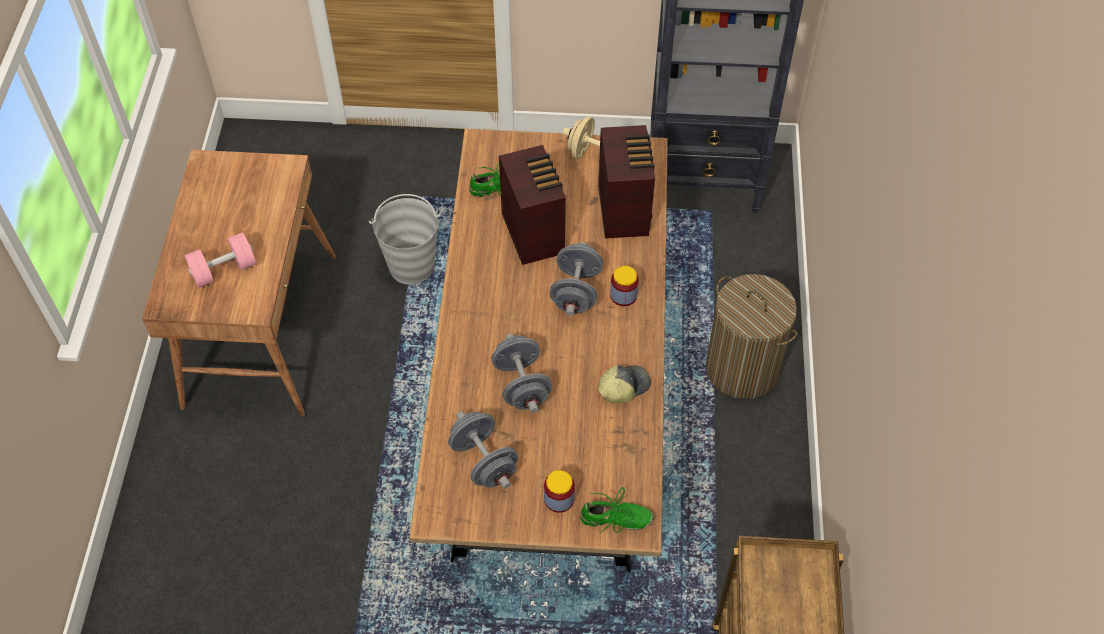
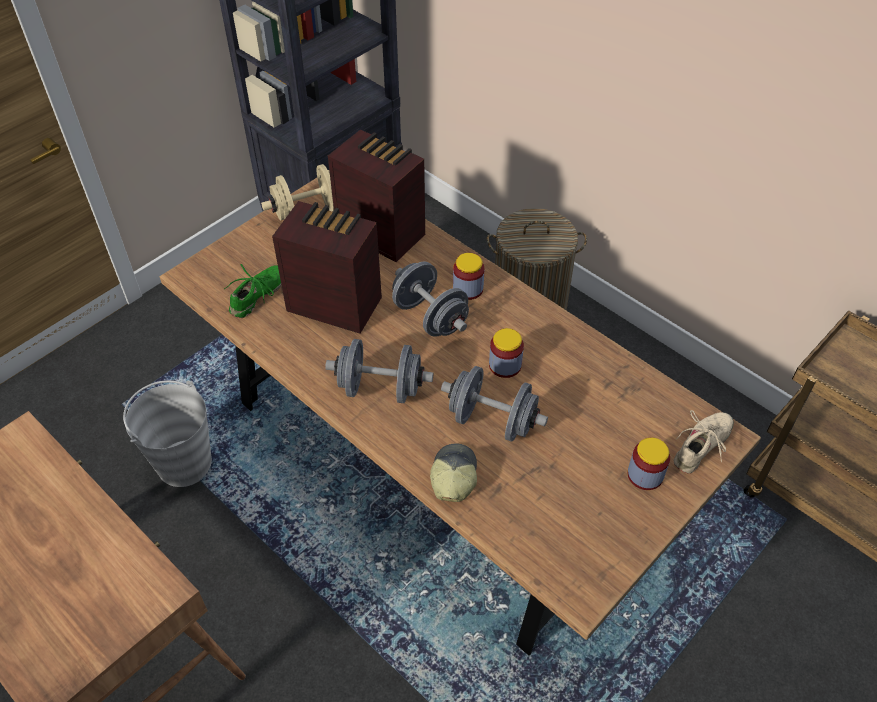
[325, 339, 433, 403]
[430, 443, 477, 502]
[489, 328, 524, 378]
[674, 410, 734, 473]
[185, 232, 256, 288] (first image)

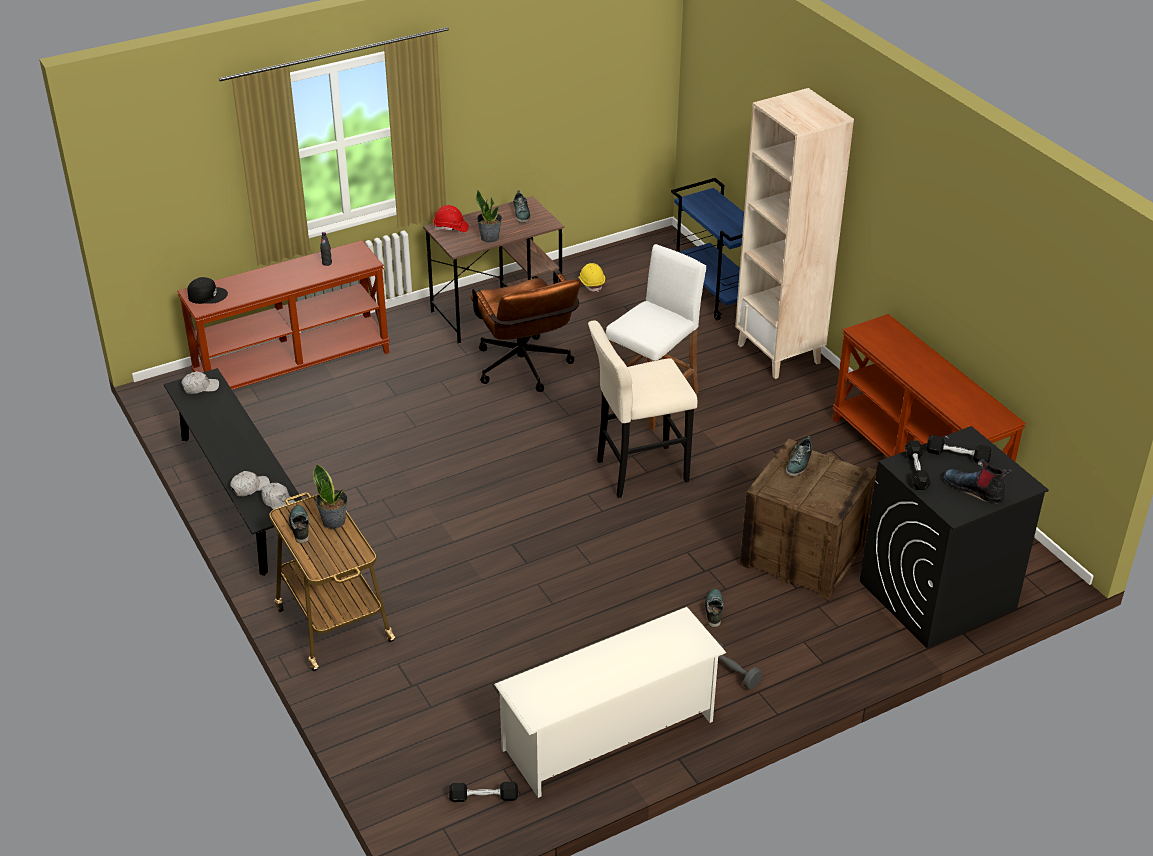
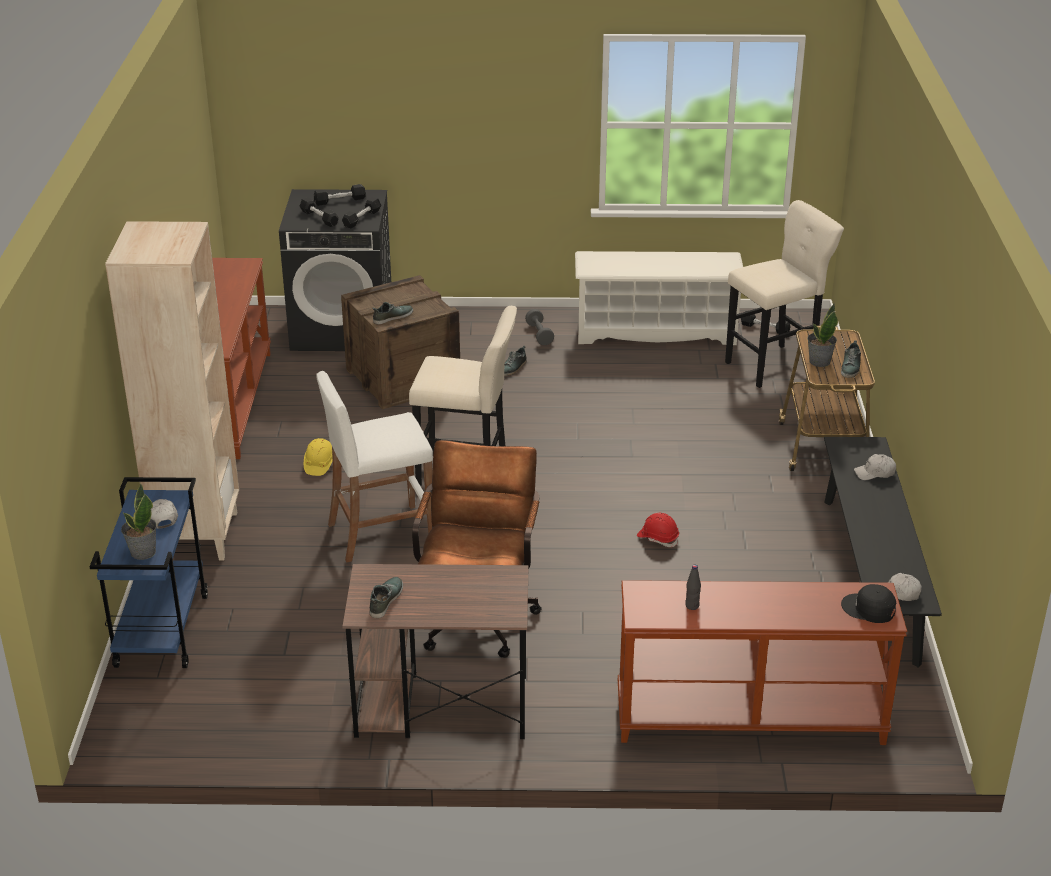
[121, 484, 157, 560]
[151, 499, 178, 529]
[304, 438, 333, 476]
[314, 184, 366, 206]
[637, 513, 679, 547]
[725, 200, 844, 388]

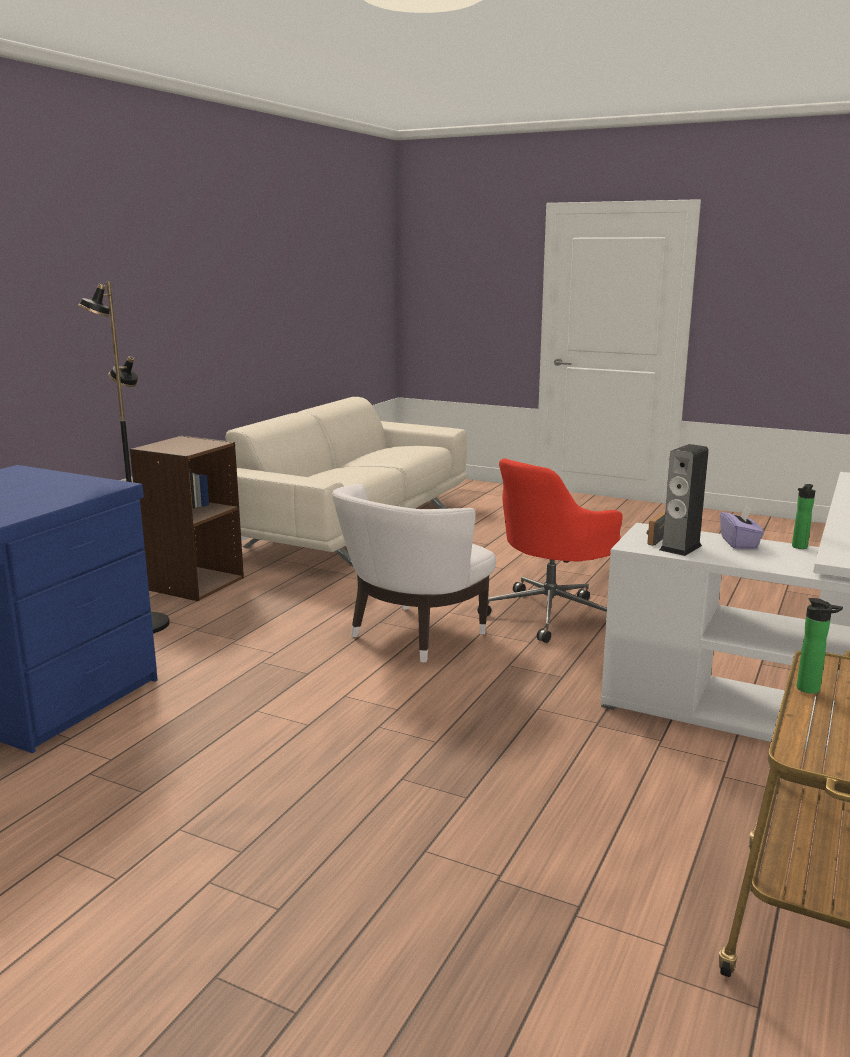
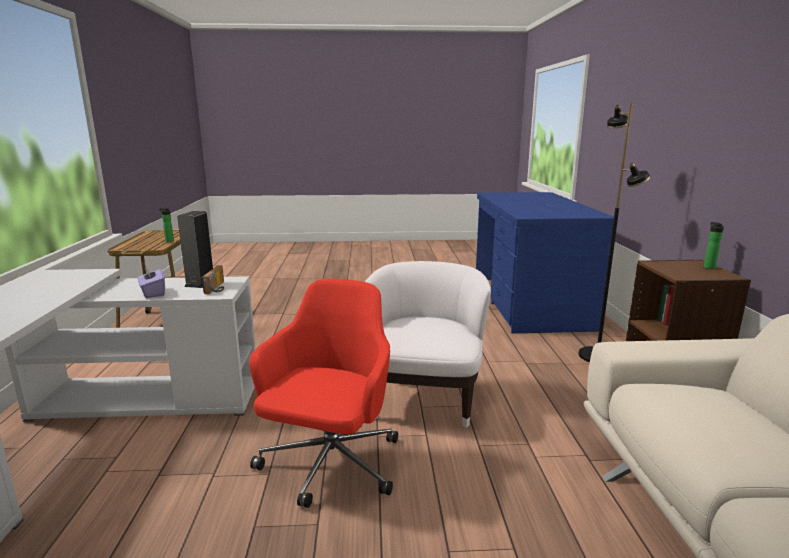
[703, 222, 724, 269]

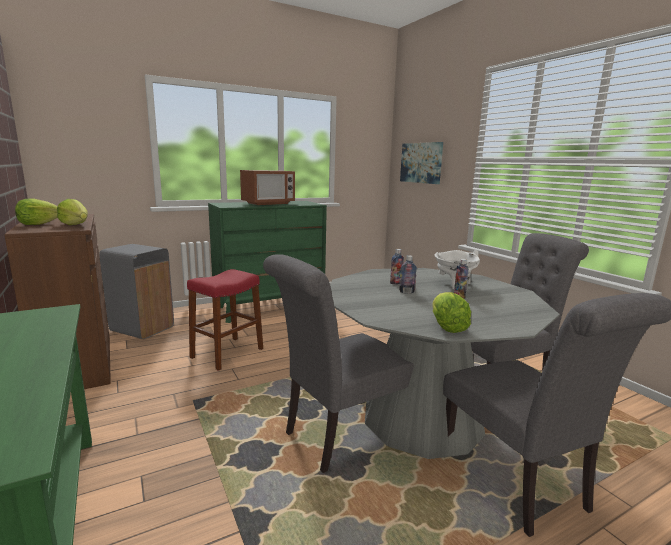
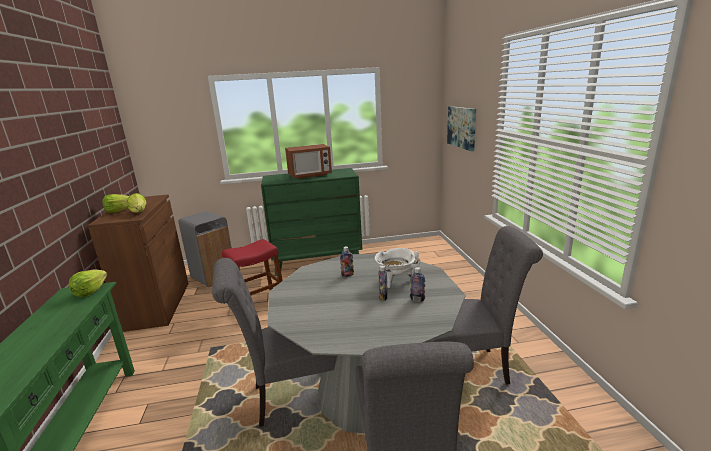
[69, 269, 107, 297]
[410, 267, 425, 302]

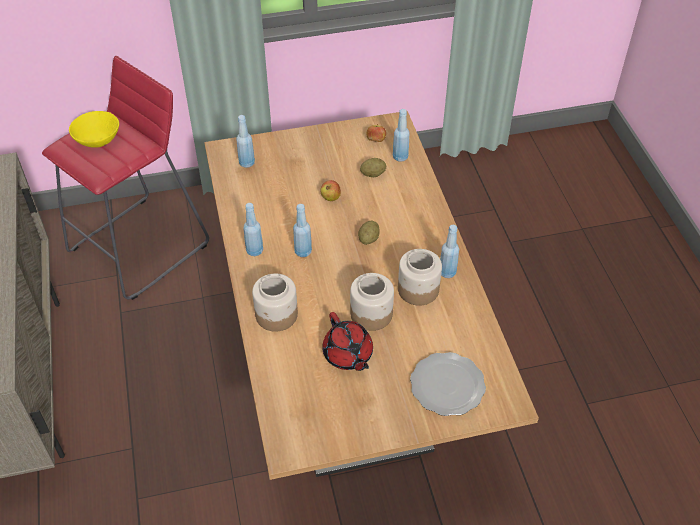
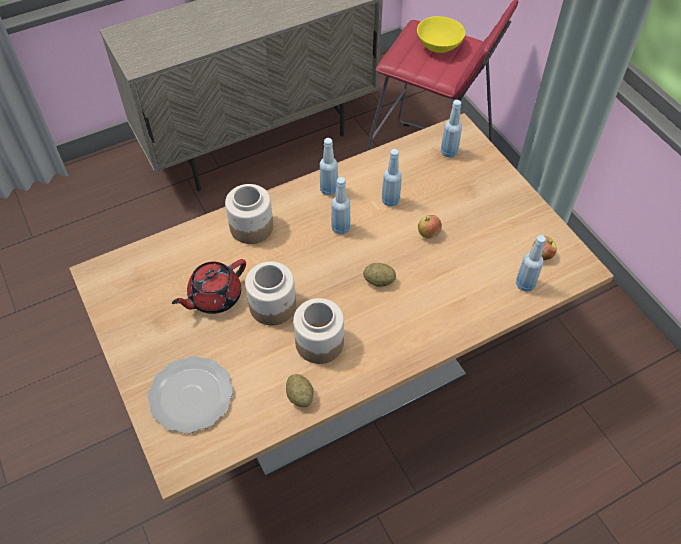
[286, 374, 314, 407]
[382, 149, 402, 207]

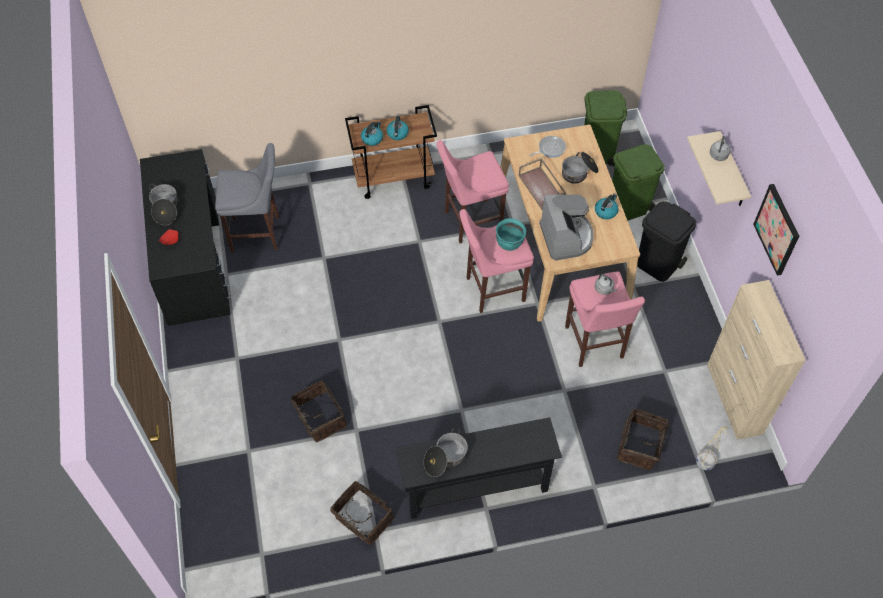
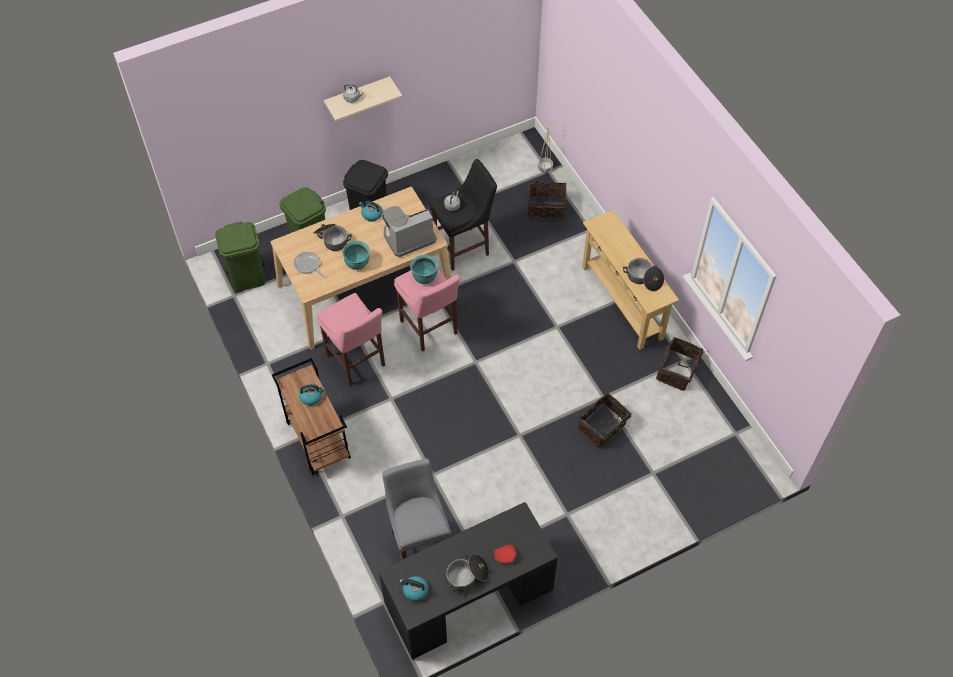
[342, 241, 370, 270]
[399, 576, 428, 601]
[429, 159, 497, 271]
[582, 210, 679, 350]
[707, 280, 806, 440] (first image)
[753, 184, 799, 276] (first image)

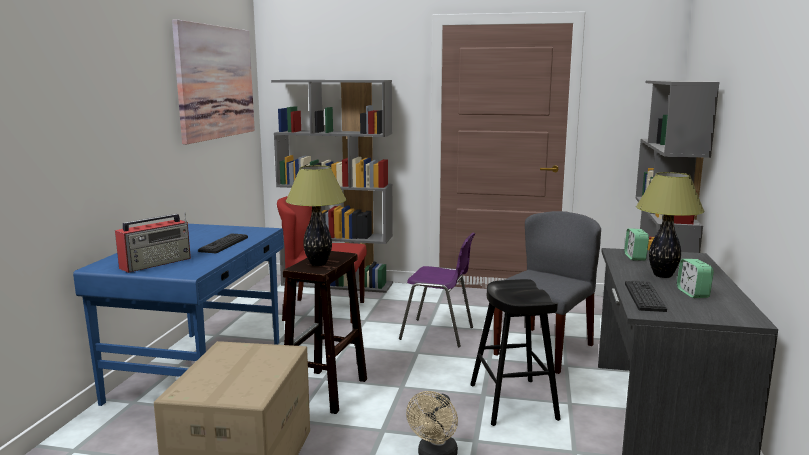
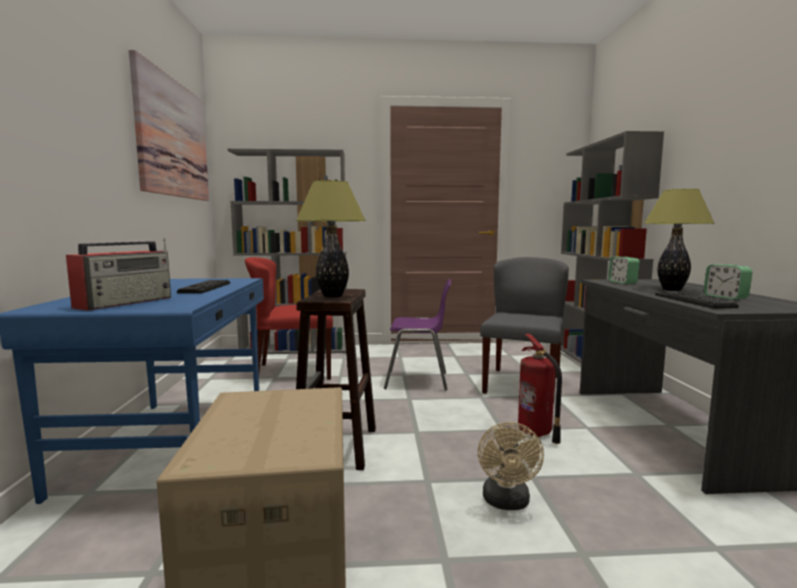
[518, 334, 562, 444]

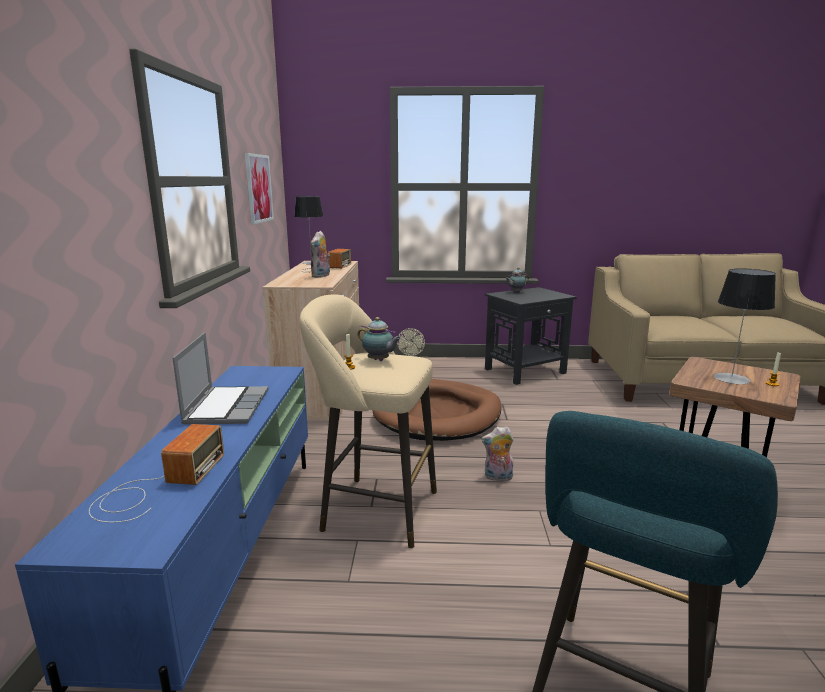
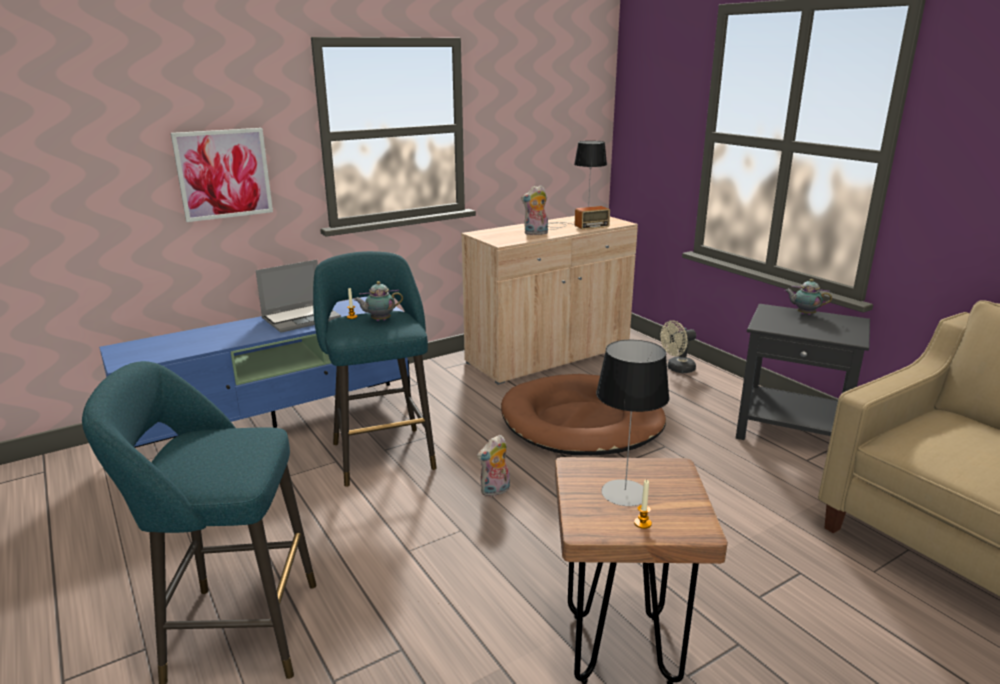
[171, 128, 273, 222]
[313, 251, 437, 487]
[354, 281, 403, 321]
[477, 435, 510, 497]
[89, 424, 224, 523] (first image)

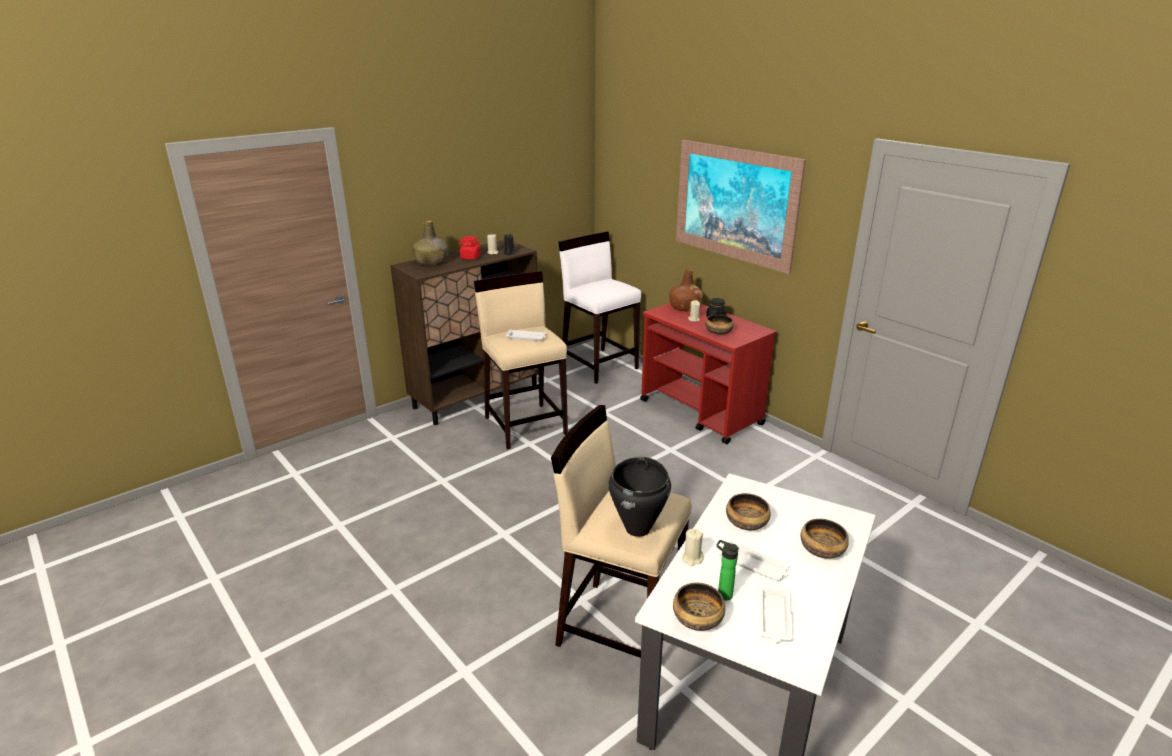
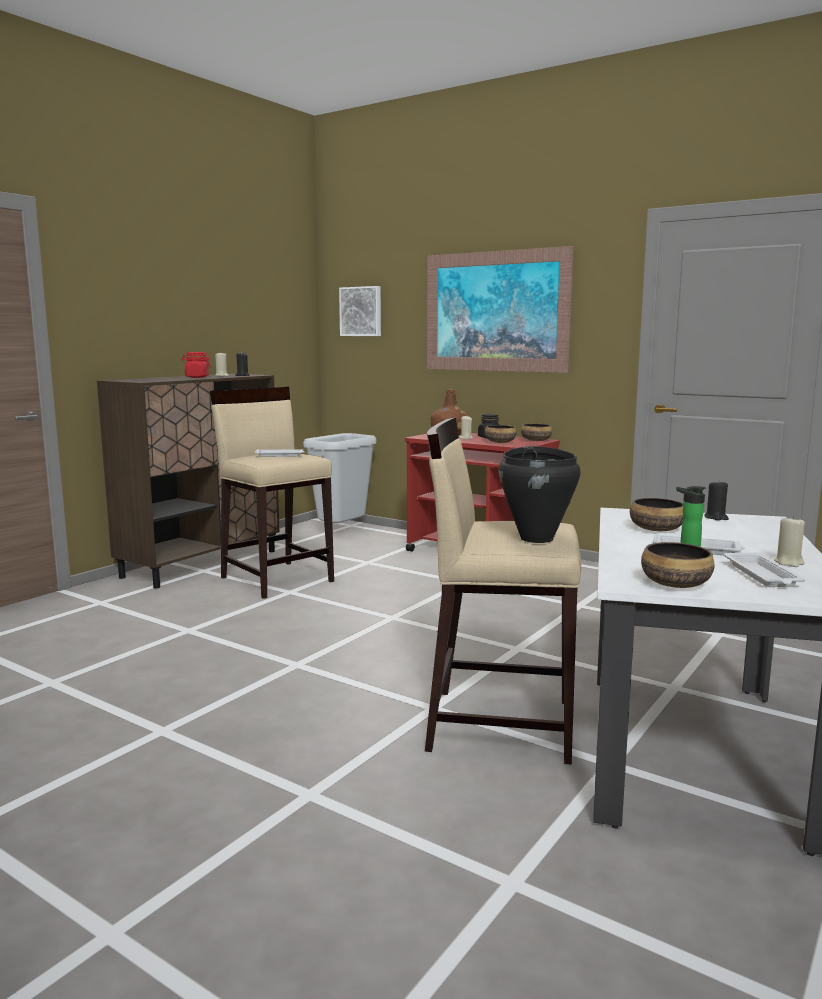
[303, 433, 376, 523]
[339, 286, 381, 336]
[521, 424, 552, 441]
[705, 480, 729, 520]
[774, 515, 805, 567]
[413, 221, 449, 266] (first image)

